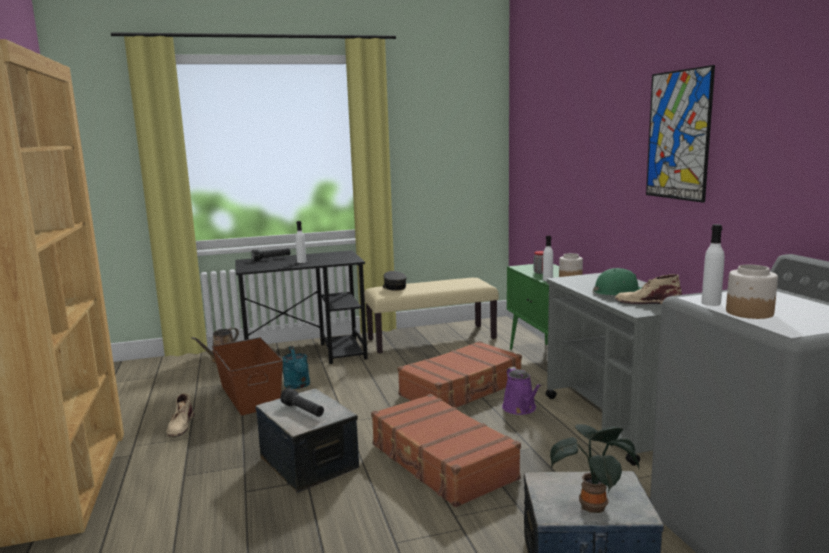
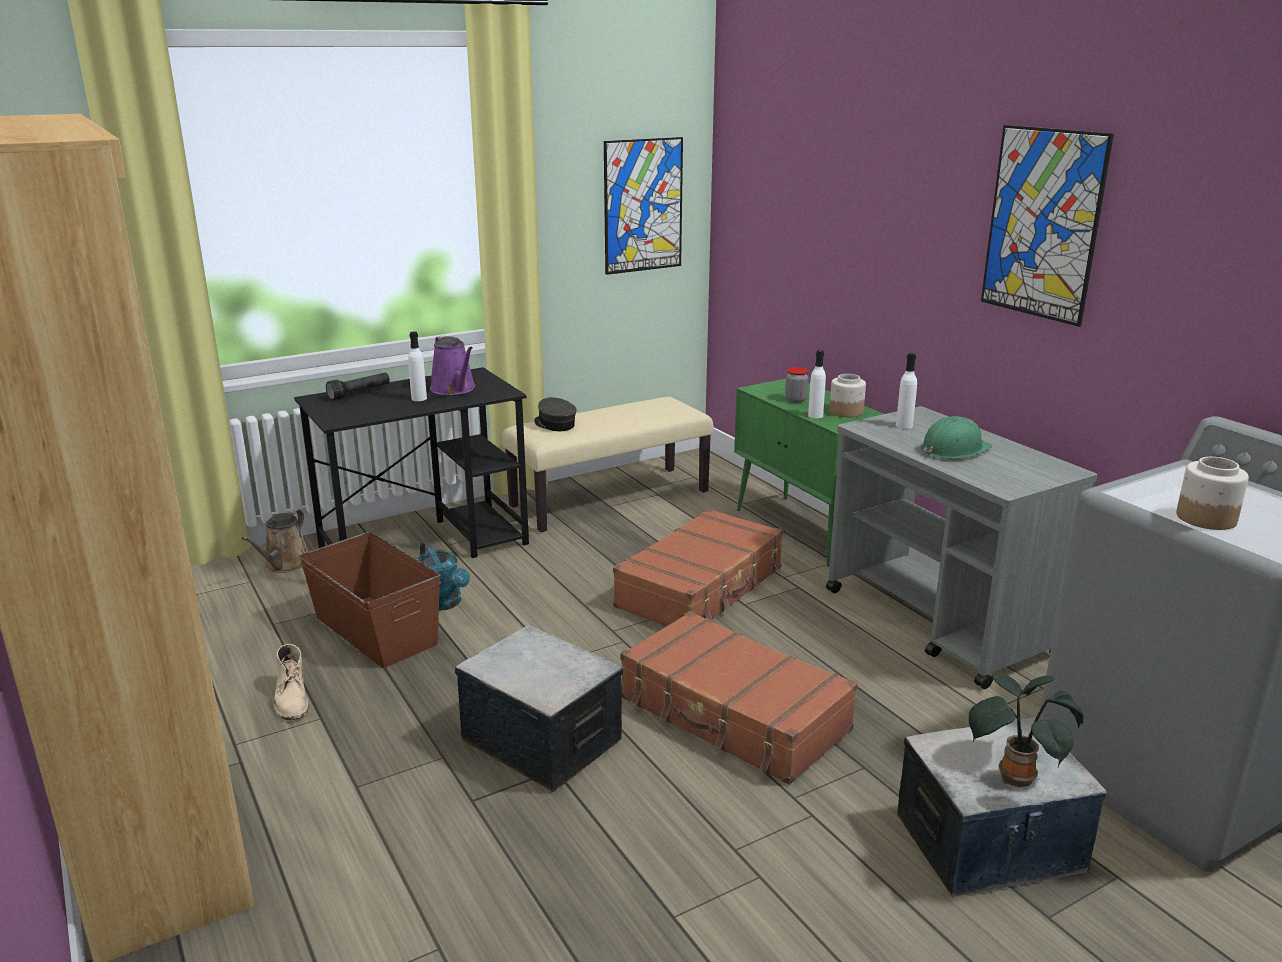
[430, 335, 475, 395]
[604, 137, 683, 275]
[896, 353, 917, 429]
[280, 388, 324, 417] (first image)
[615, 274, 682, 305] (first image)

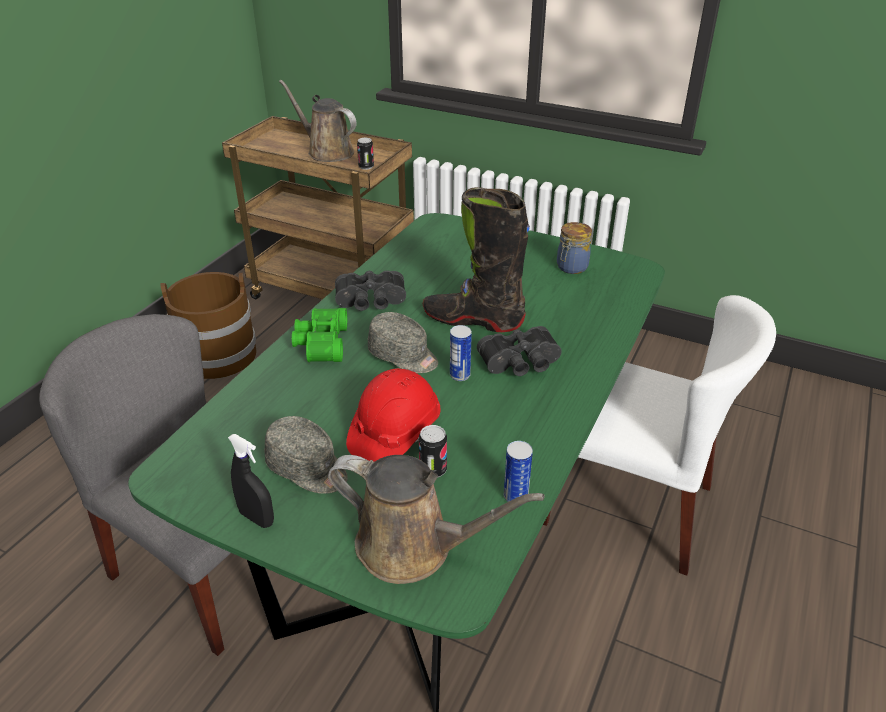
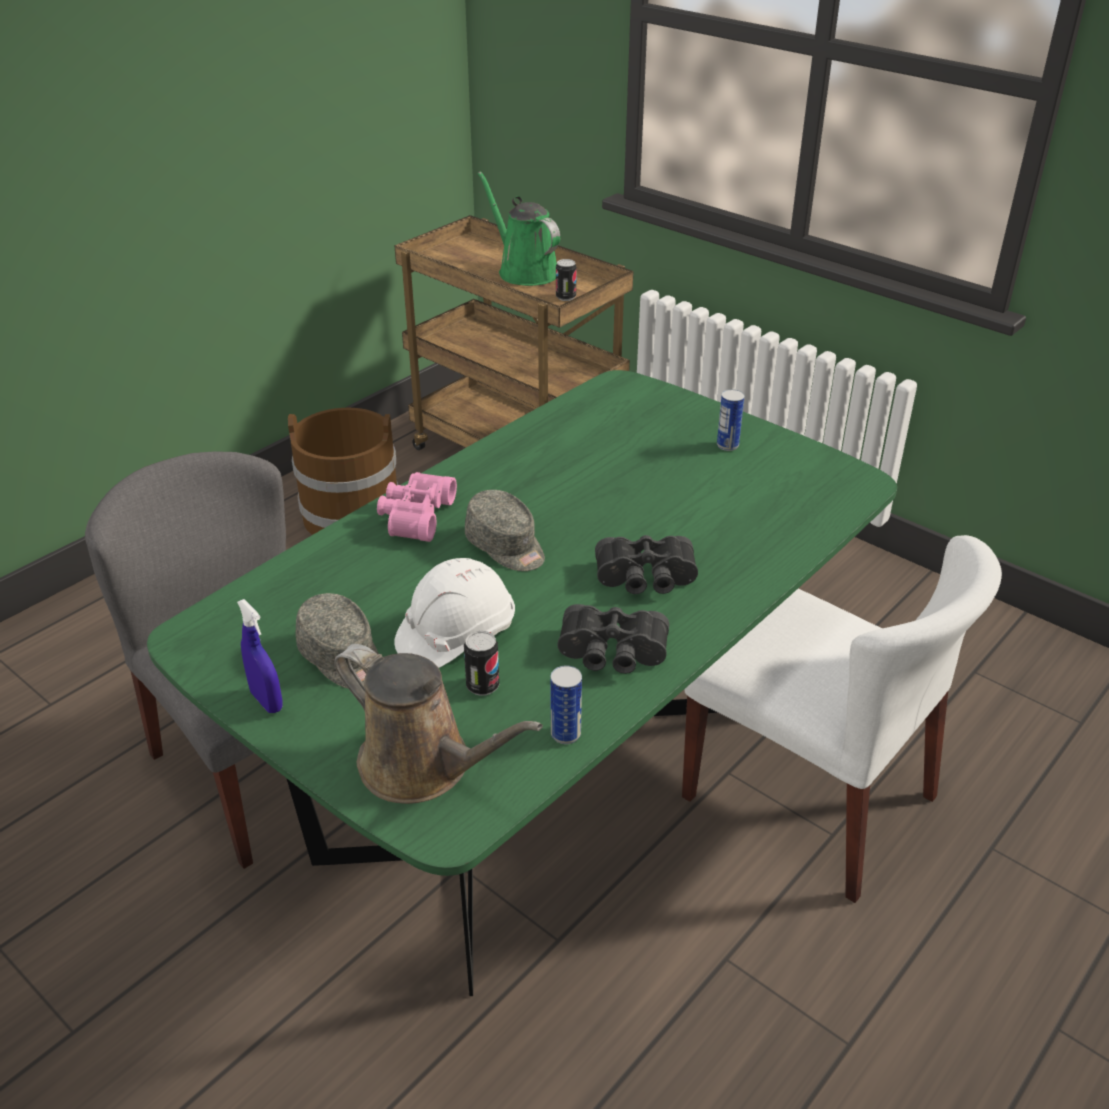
[237, 599, 283, 713]
[377, 472, 457, 542]
[394, 558, 515, 668]
[478, 171, 560, 286]
[557, 604, 669, 674]
[717, 389, 744, 451]
[423, 187, 530, 332] (first image)
[557, 222, 592, 274] (first image)

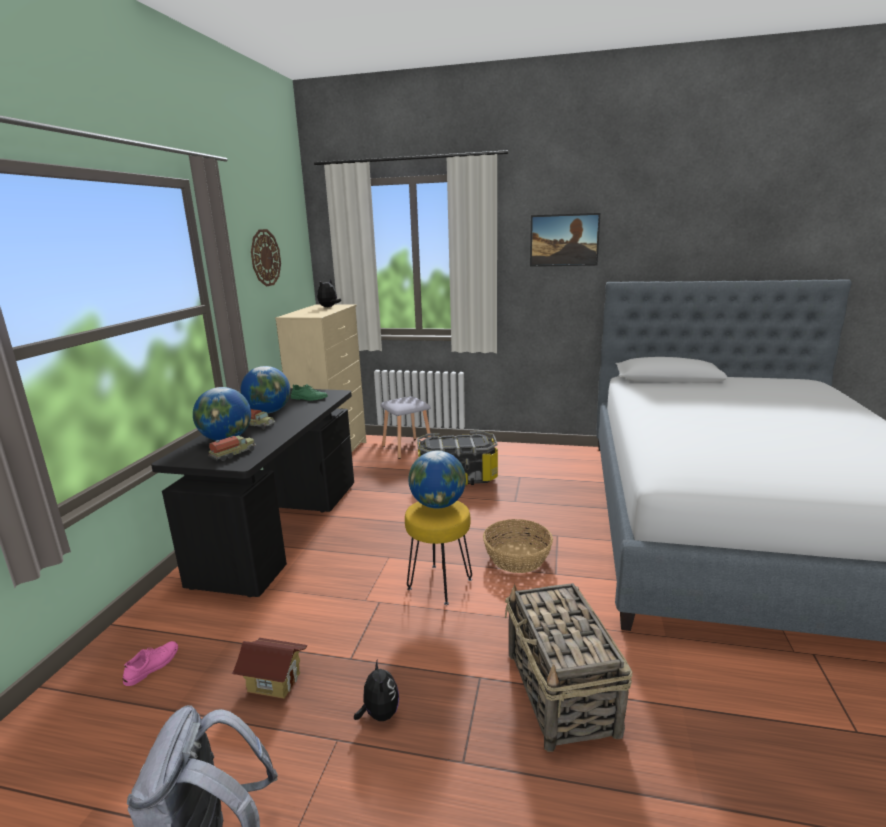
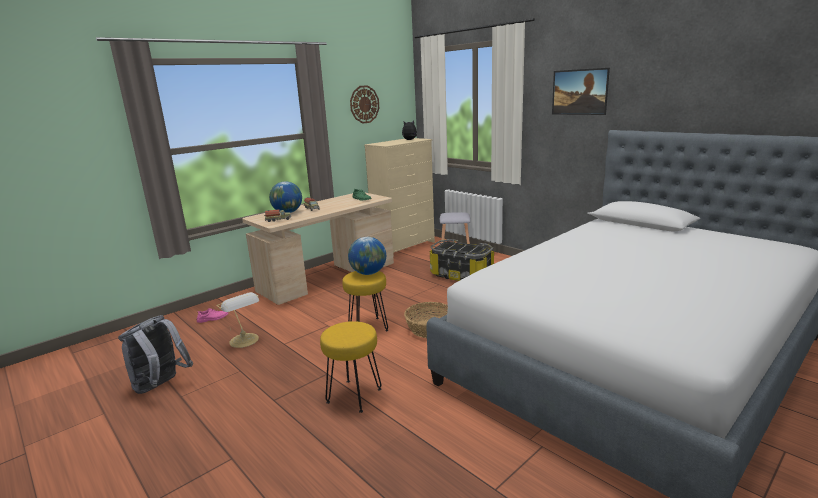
[216, 292, 259, 348]
[242, 192, 394, 305]
[320, 321, 382, 413]
[241, 366, 290, 413] (first image)
[354, 659, 399, 721] (first image)

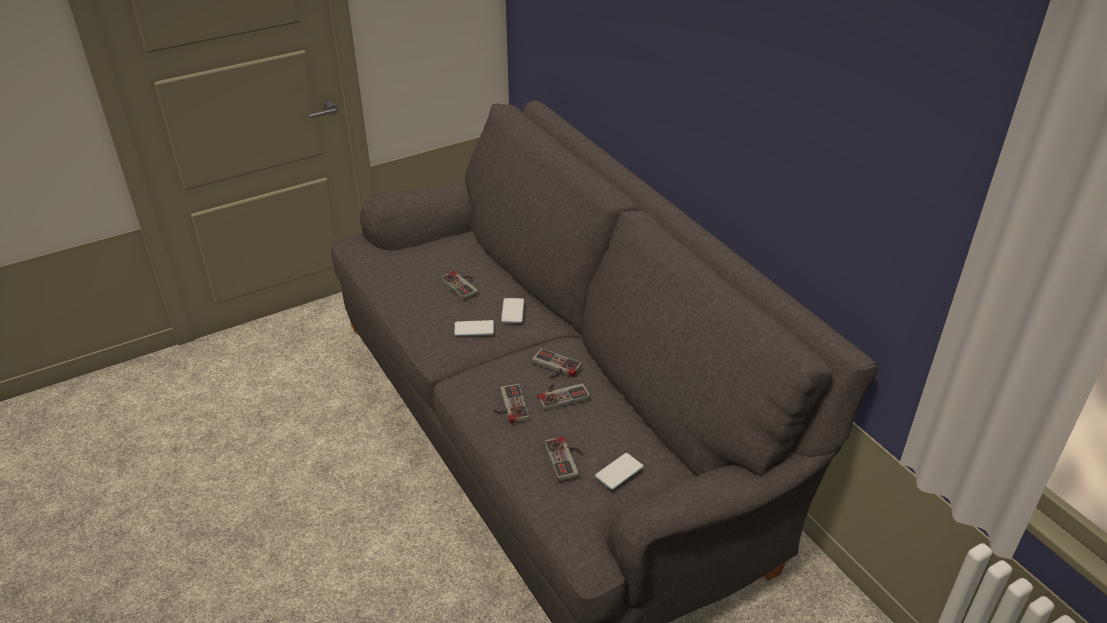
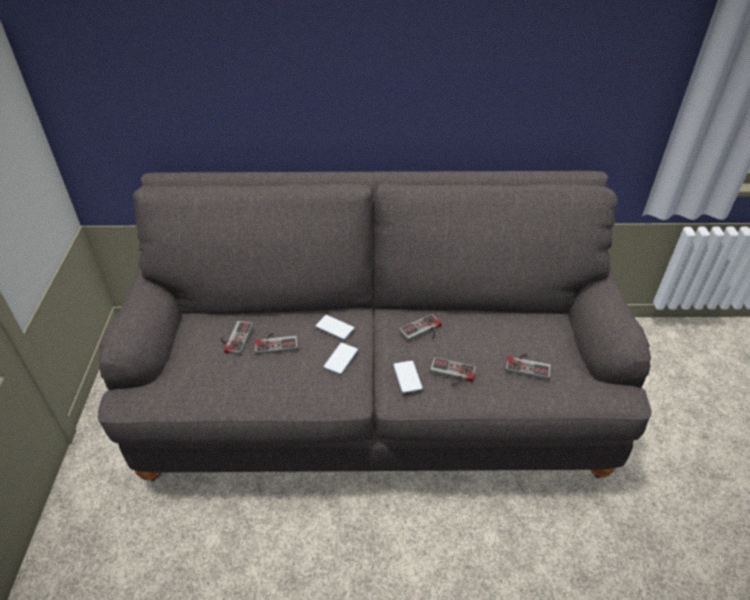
[221, 321, 253, 355]
[393, 360, 423, 393]

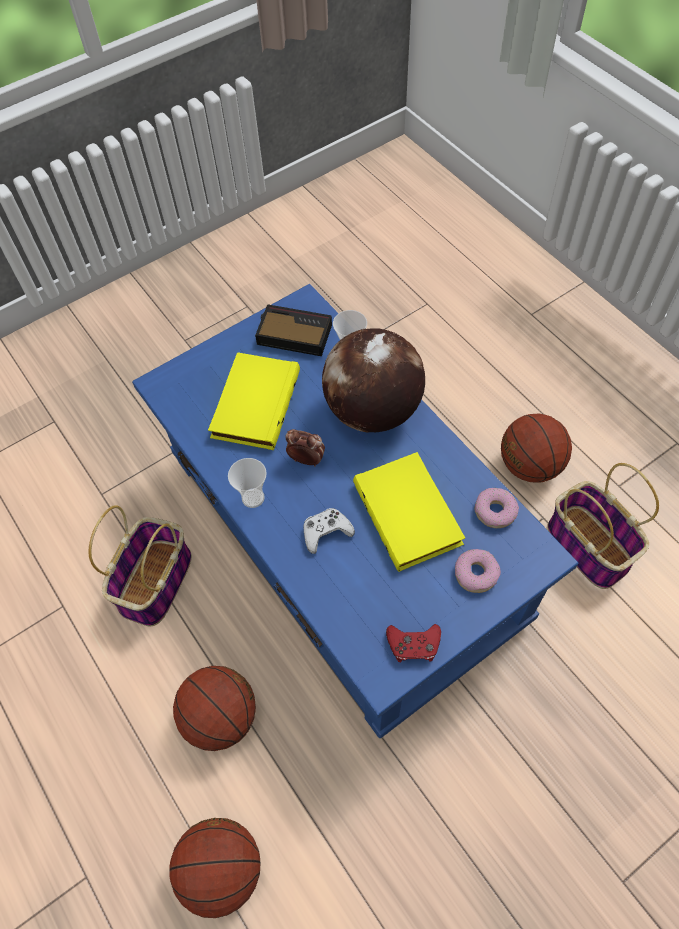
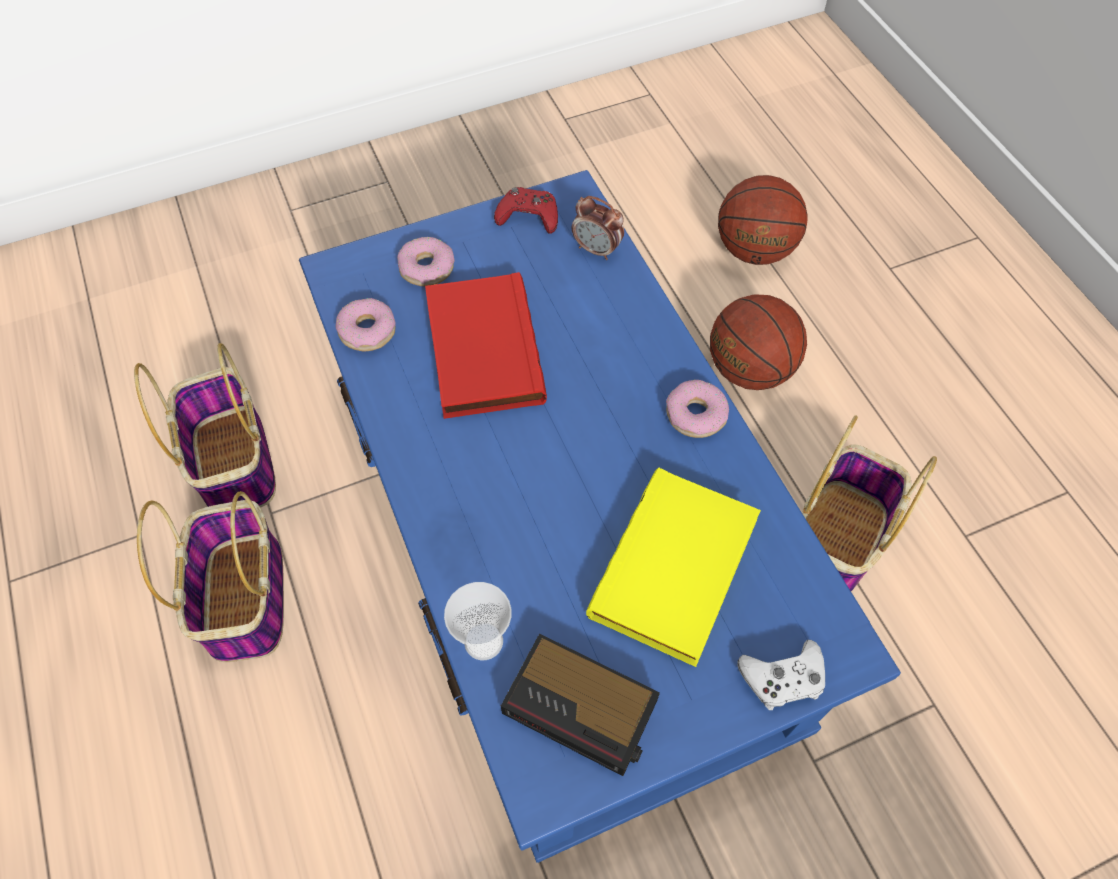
[137, 491, 284, 662]
[425, 272, 547, 419]
[571, 196, 624, 260]
[666, 380, 729, 438]
[737, 640, 825, 710]
[322, 328, 425, 433] (first image)

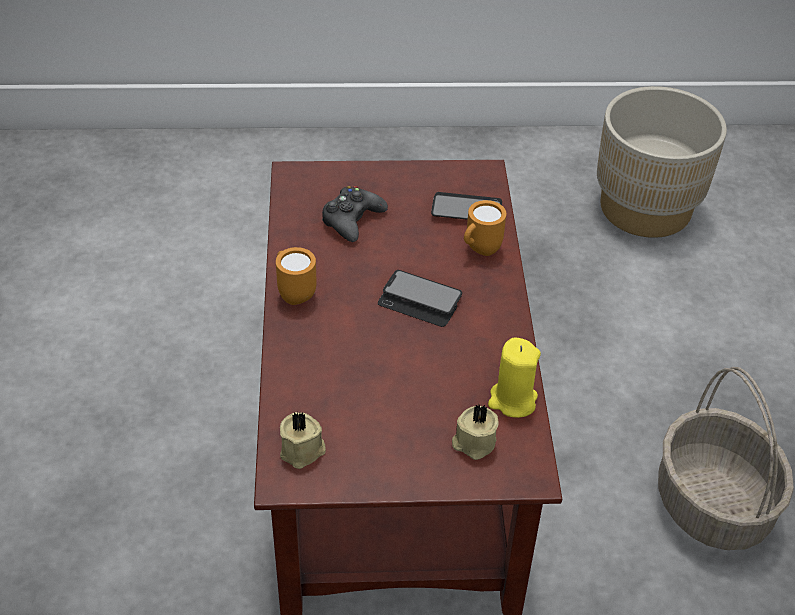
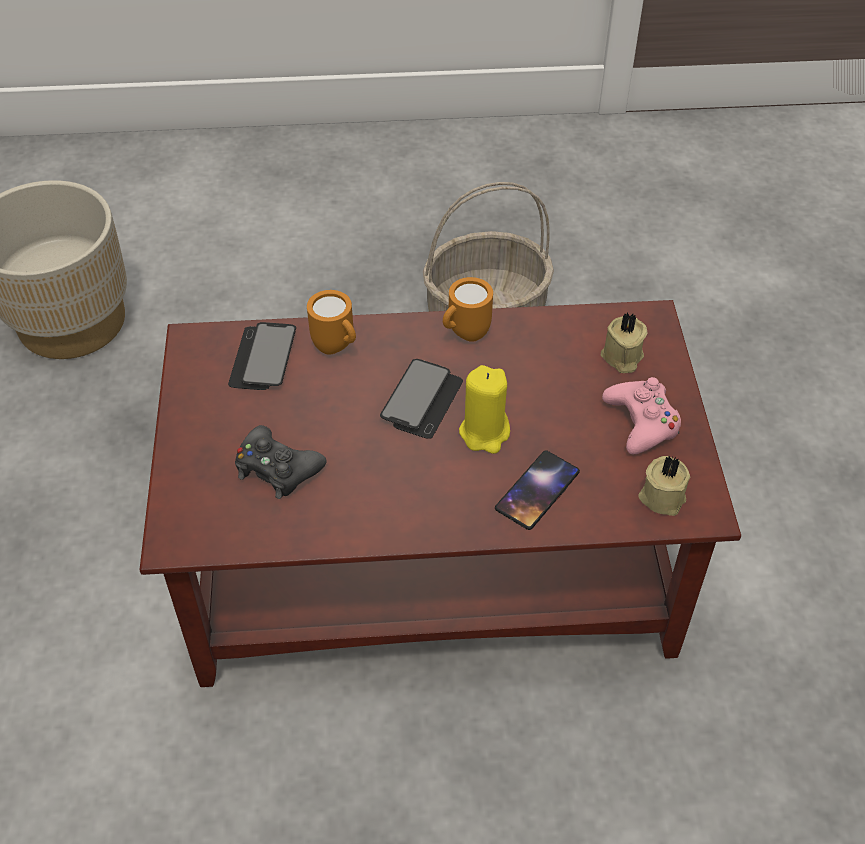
[443, 277, 493, 342]
[459, 365, 510, 454]
[495, 450, 580, 530]
[602, 377, 681, 454]

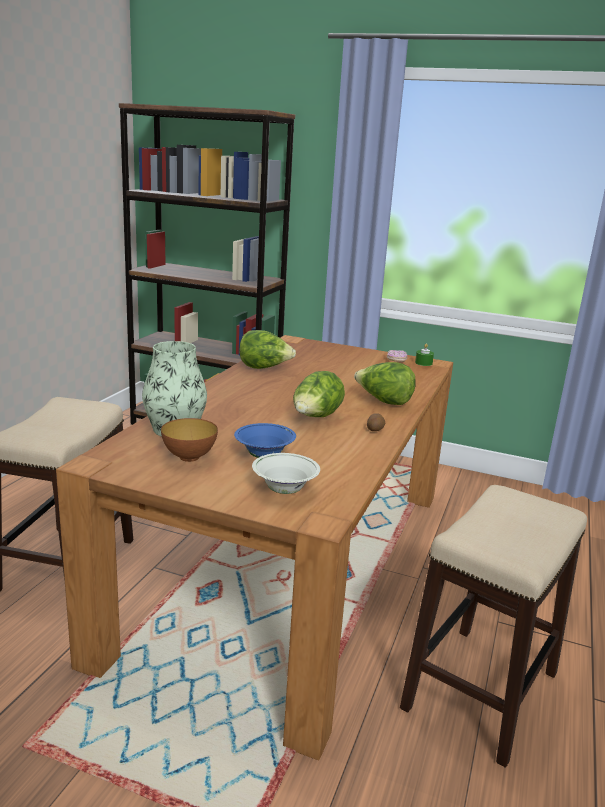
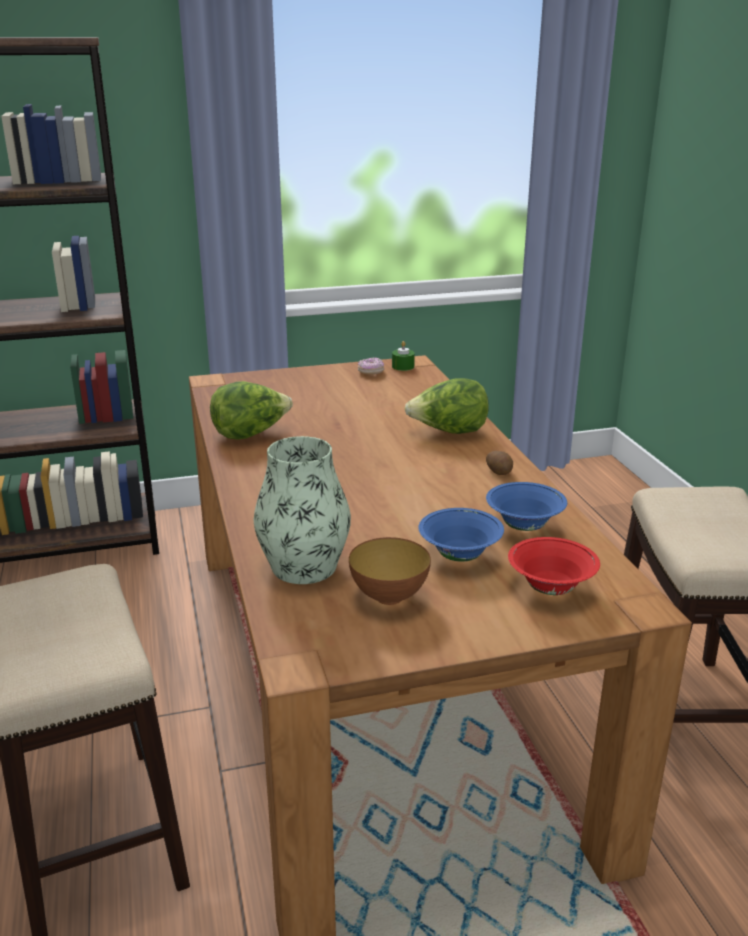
[486, 482, 567, 531]
[508, 537, 600, 595]
[293, 371, 345, 417] (first image)

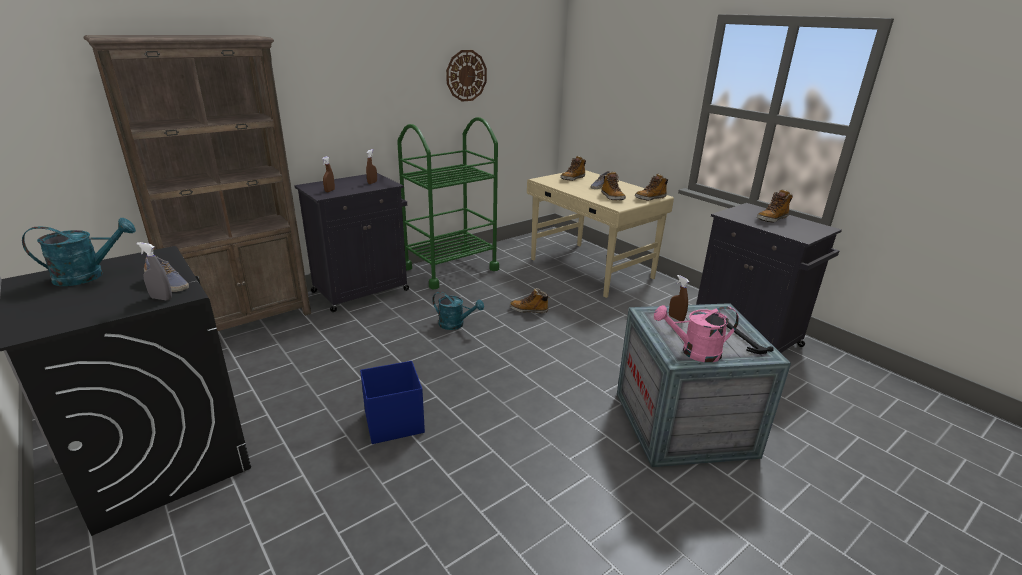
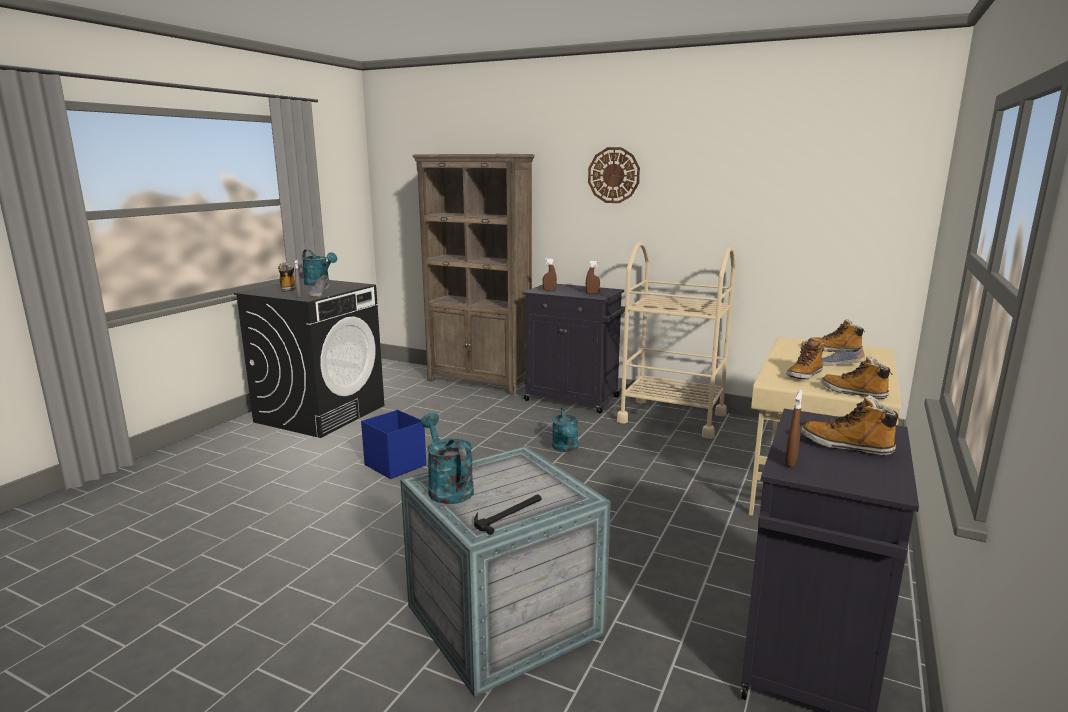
[278, 262, 296, 292]
[420, 413, 474, 504]
[588, 147, 640, 203]
[617, 242, 736, 439]
[785, 389, 803, 467]

